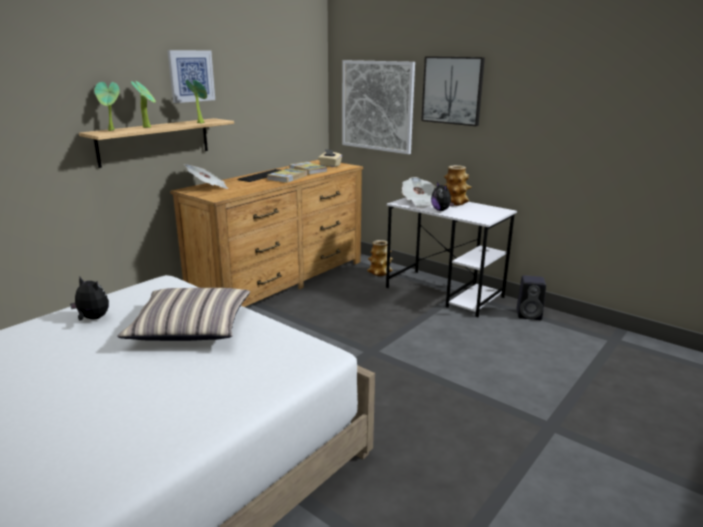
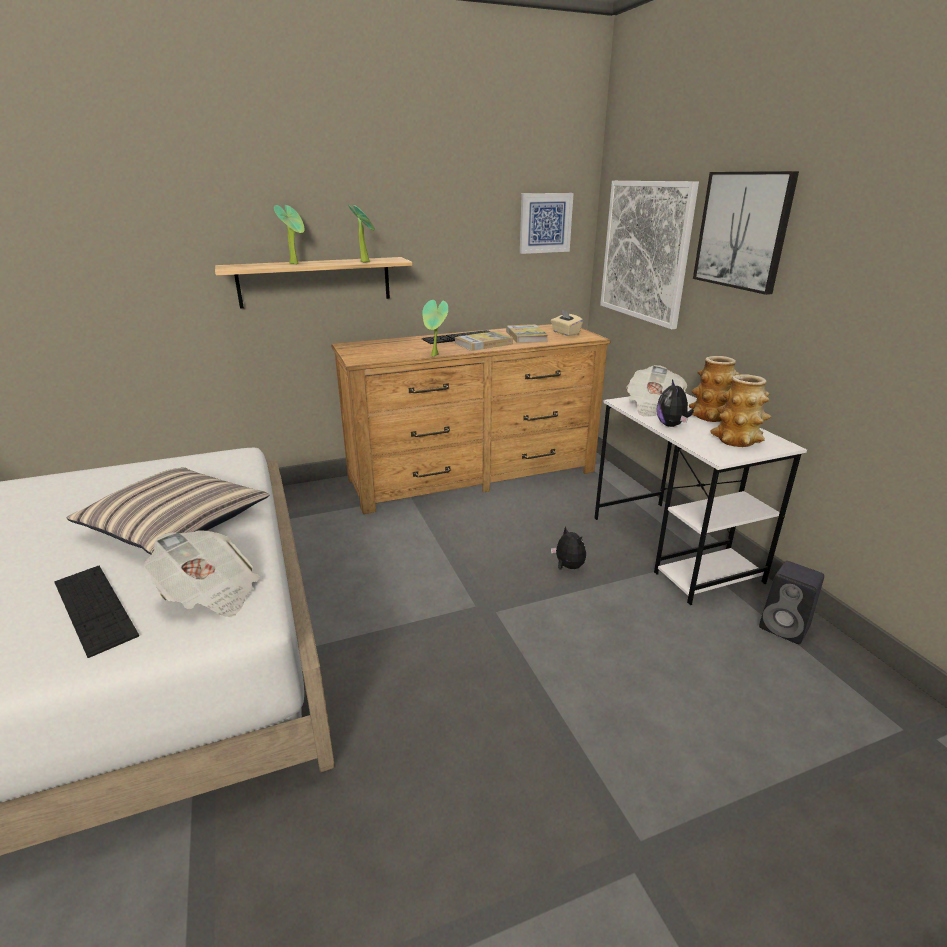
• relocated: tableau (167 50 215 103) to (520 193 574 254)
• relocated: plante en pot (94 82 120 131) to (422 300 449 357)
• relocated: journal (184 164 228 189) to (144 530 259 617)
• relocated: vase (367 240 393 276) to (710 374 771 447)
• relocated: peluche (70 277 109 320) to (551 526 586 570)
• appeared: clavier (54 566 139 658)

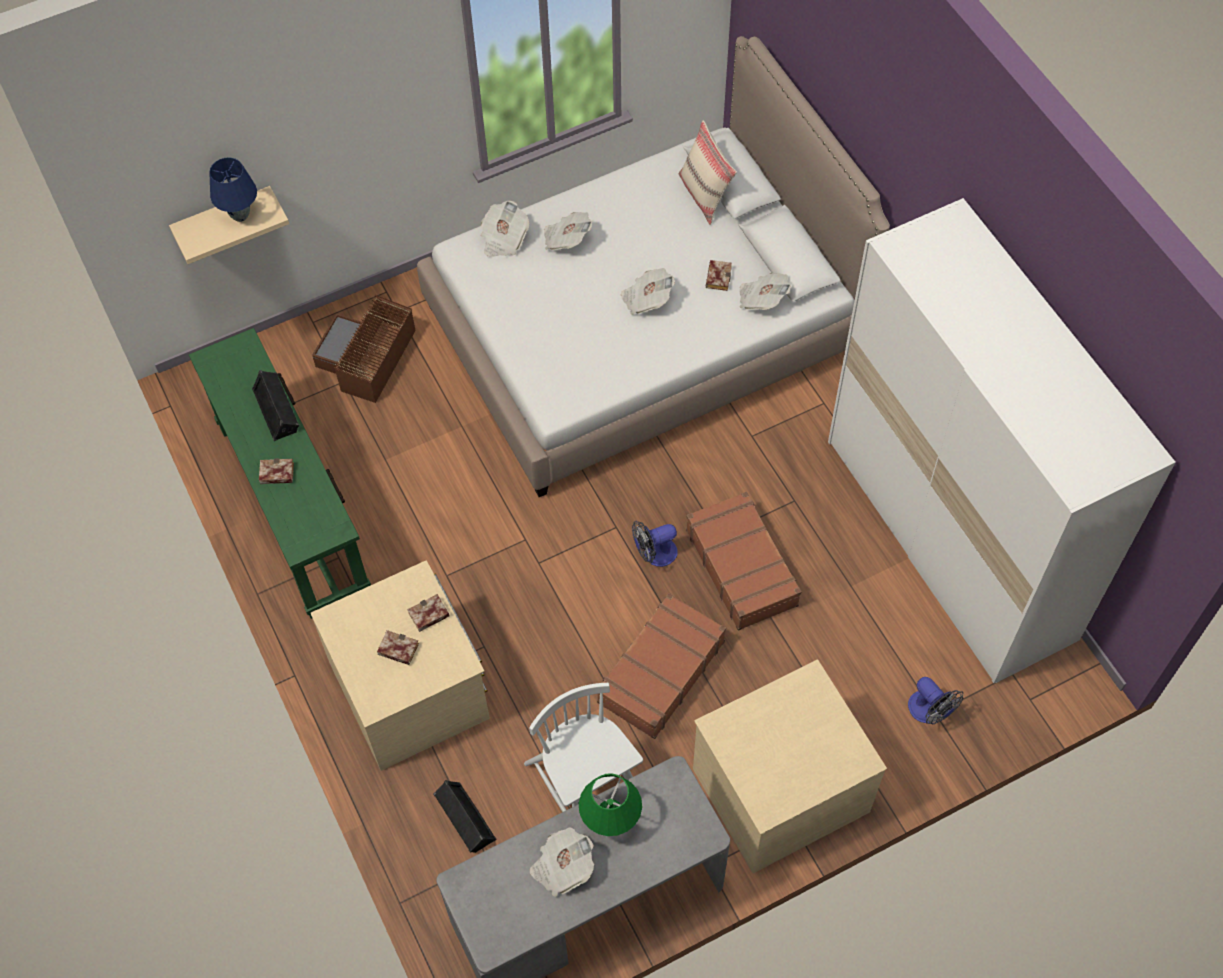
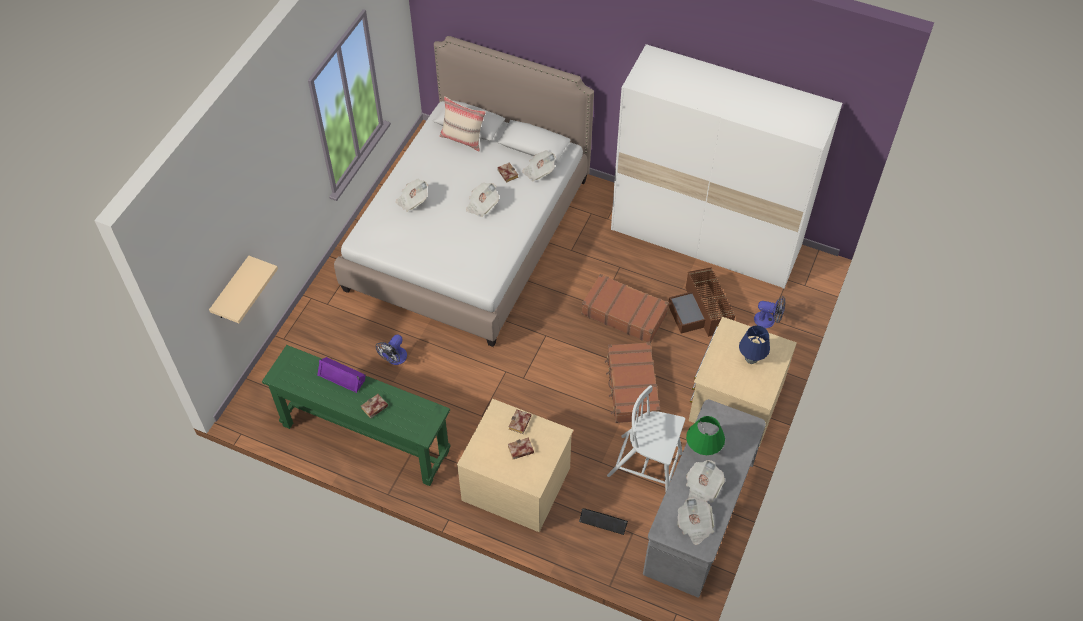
• relocated: lampe de table/bleu (209 158 257 222) to (739 325 770 364)
• relocated: journal (481 201 529 257) to (677 497 714 545)
• relocated: boîte de rangement/marron (312 295 416 403) to (668 267 735 337)
• colour: enceinte/noir (252 370 299 441) to enceinte/violet (317 357 366 393)
• relocated: ventilateur (632 521 678 567) to (376 335 407 365)

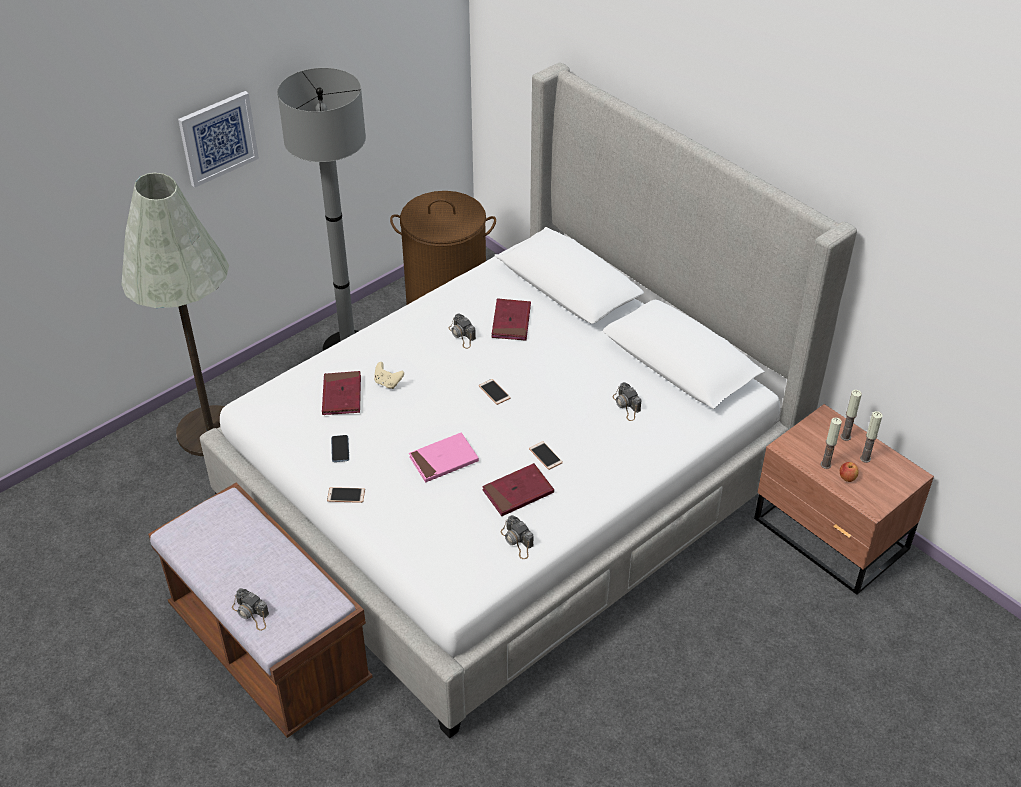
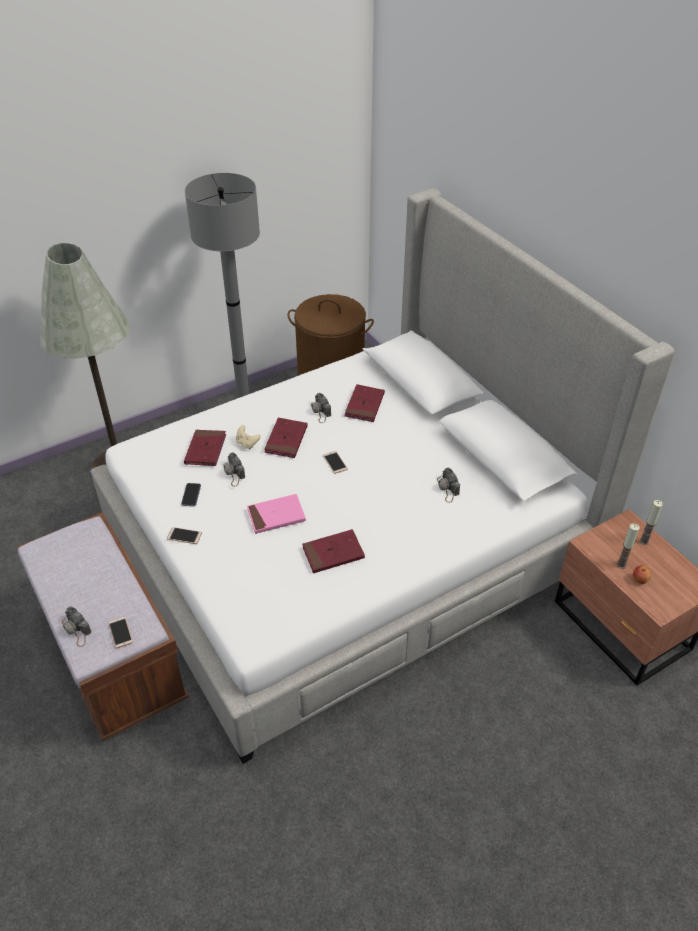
• missing: tableau (178 91 259 188)
• missing: bougie (860 411 883 463)
• relocated: téléphone (529 441 563 470) to (108 617 133 648)
• relocated: appareil photo (501 515 534 559) to (223 452 245 487)
• appeared: livre/rouge (264 418 308 458)

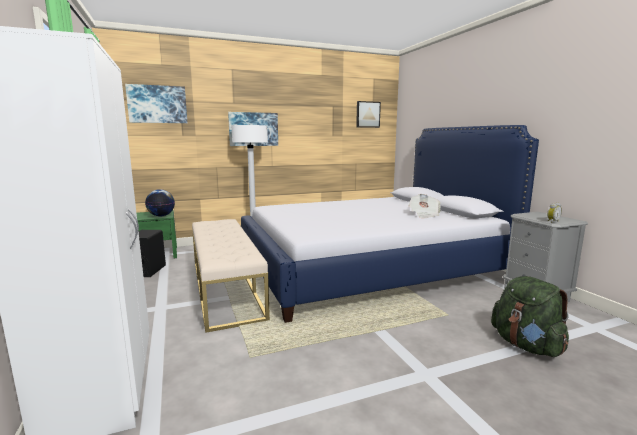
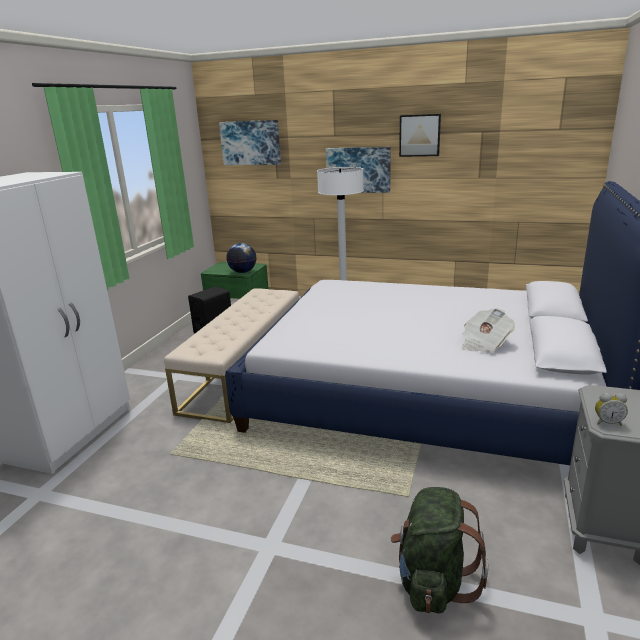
• relocated: tableau (356 101 381 128) to (399 114 441 157)

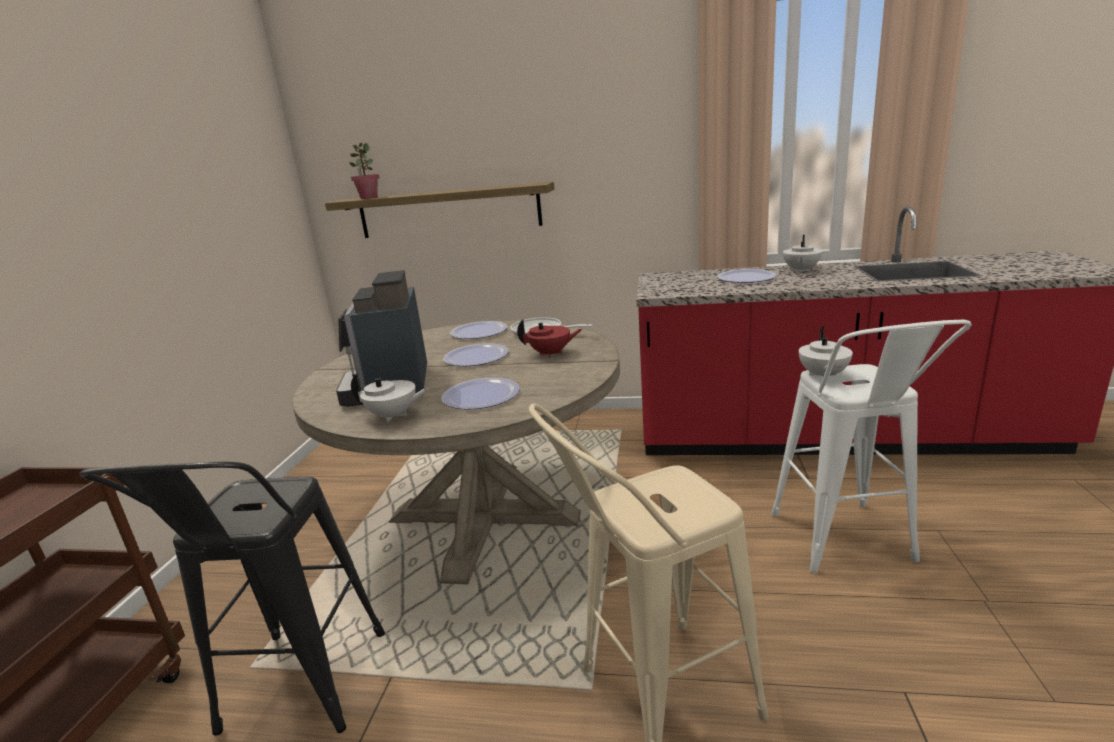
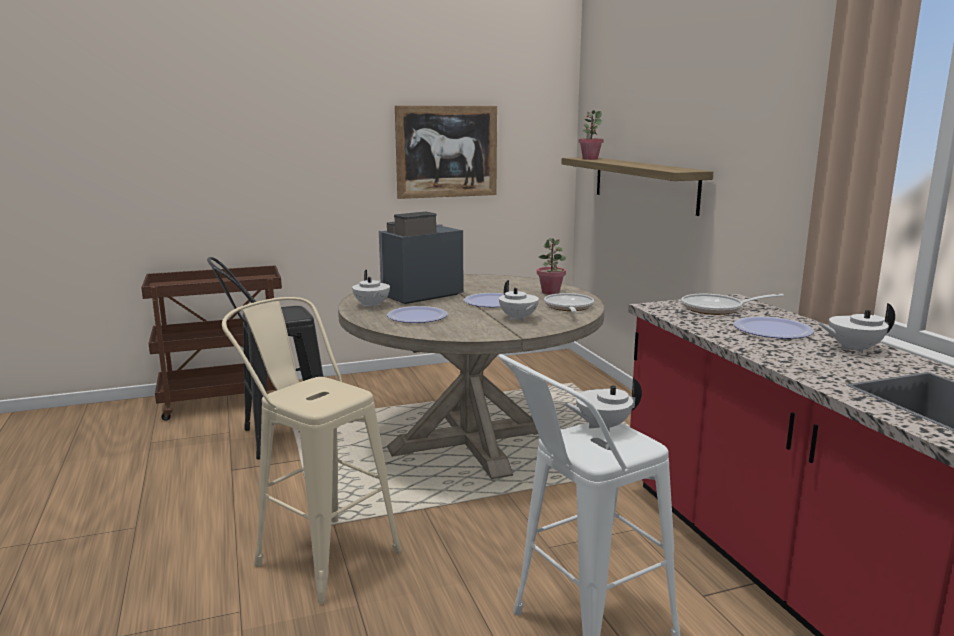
• colour: théière/rouge (517 319 582 358) to théière/blanc (499 280 539 321)
• exchanged: assiette (450 321 508 339) to plante en pot (537 238 566 295)
• appeared: tableau (395 106 497 199)
• appeared: poêle (681 294 784 315)

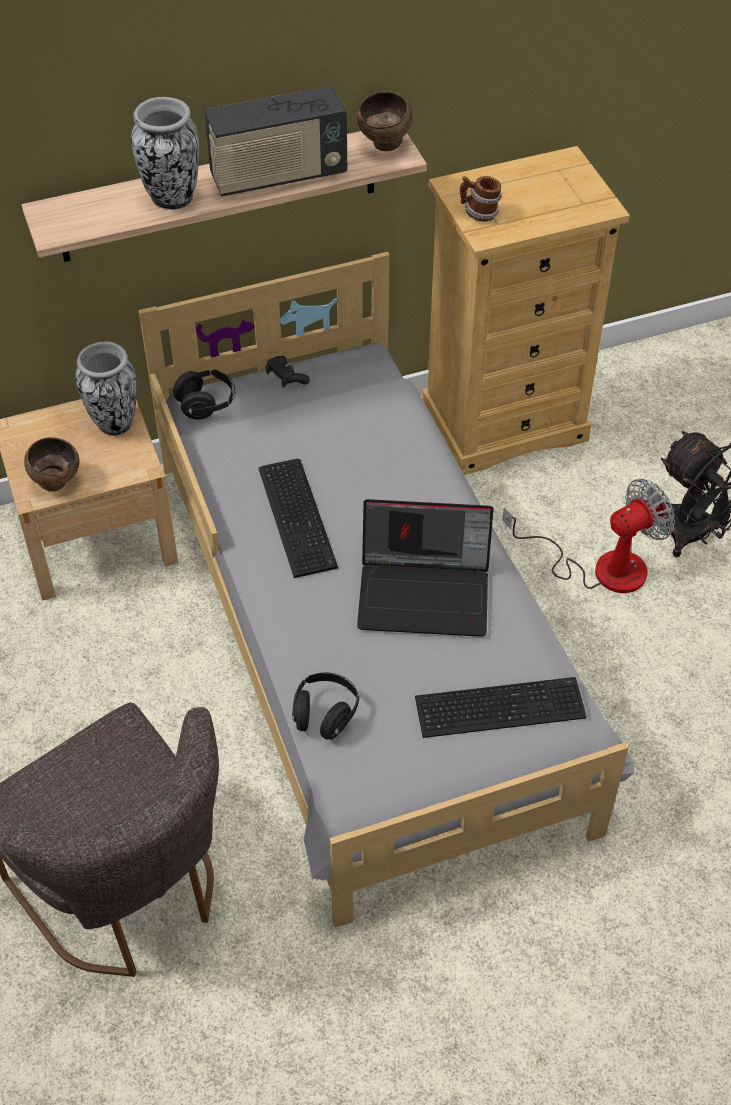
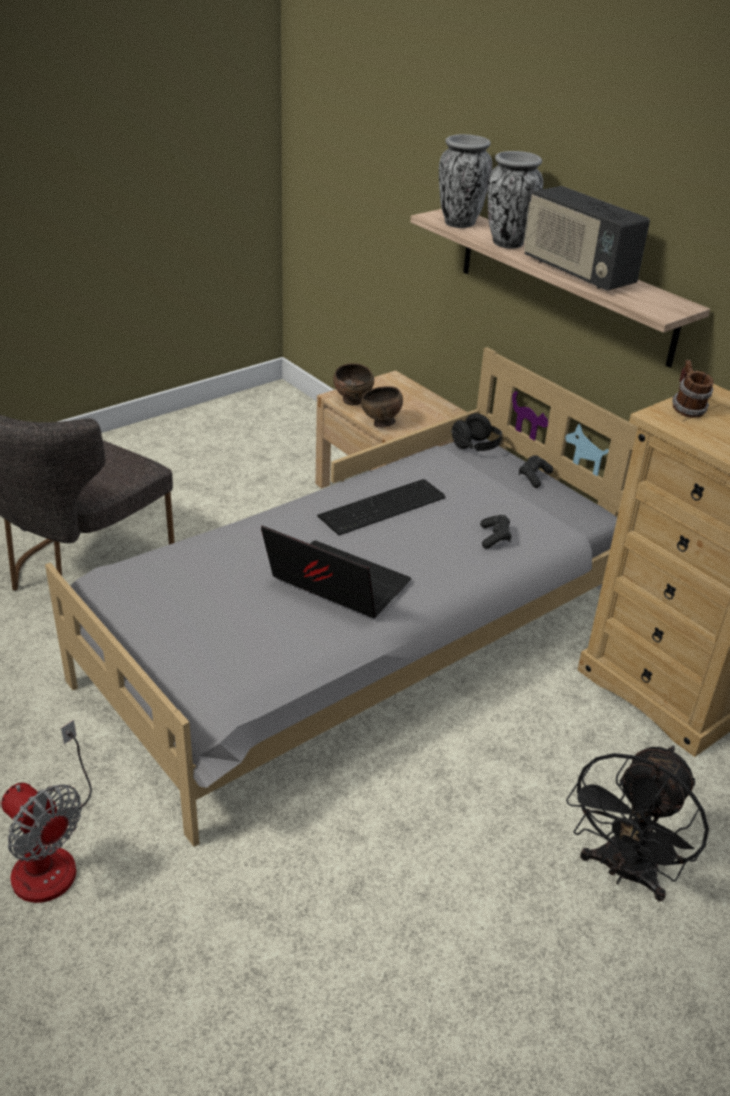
• relocated: bol/marron (357 91 413 151) to (361 386 403 428)
• relocated: vase (75 341 137 436) to (439 134 492 228)
• relocated: ventilateur (502 479 675 593) to (1 720 92 903)
• spun: ordinateur portable (357 499 494 637) = (261 526 411 618) 135 degrees clockwise
• missing: casque audio/noir (292 672 359 740)
• missing: clavier (415 677 586 738)
• appeared: manette/noir (480 515 512 549)

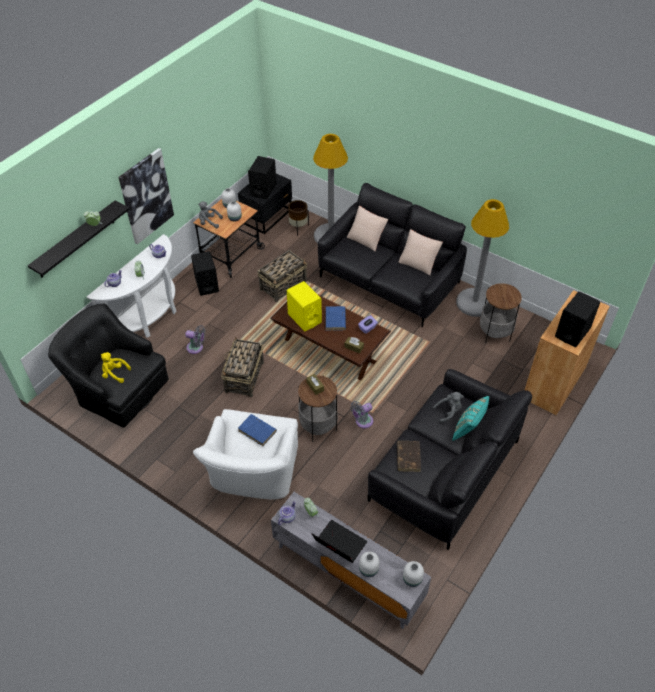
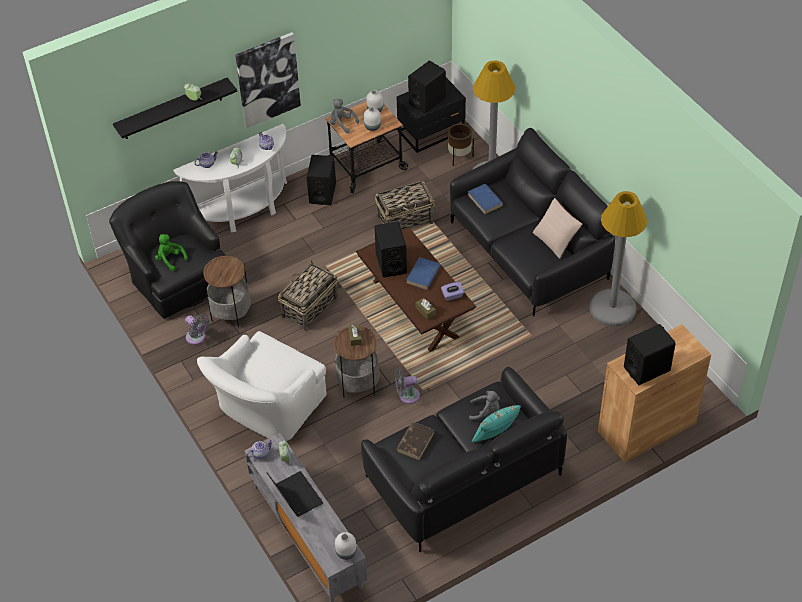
• missing: coussin/beige (347 206 388 251)
• colour: enceinte/jaune (287 281 322 331) to enceinte/noir (375 221 407 277)
• relocated: table d'appoint (480 283 522 343) to (203 256 251 329)
• relocated: ventilateur/gris (185 325 206 354) to (185 314 210 345)
• colour: peluche/jaune (101 352 131 383) to peluche/vert (155 234 188 271)
• relocated: livre/bleu (238 414 277 446) to (468 184 503 214)
• missing: vase/blanc (359 552 380 577)

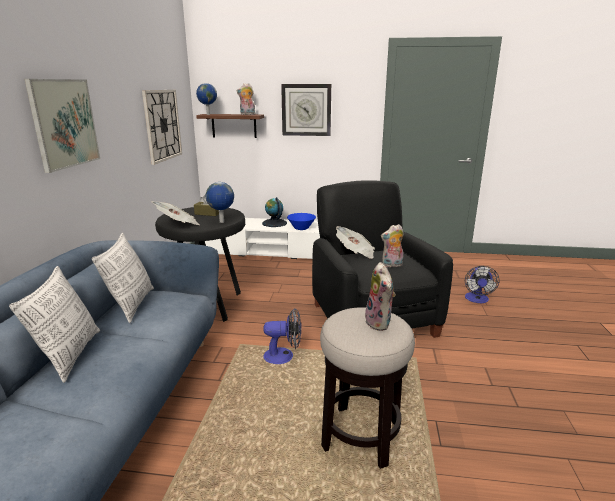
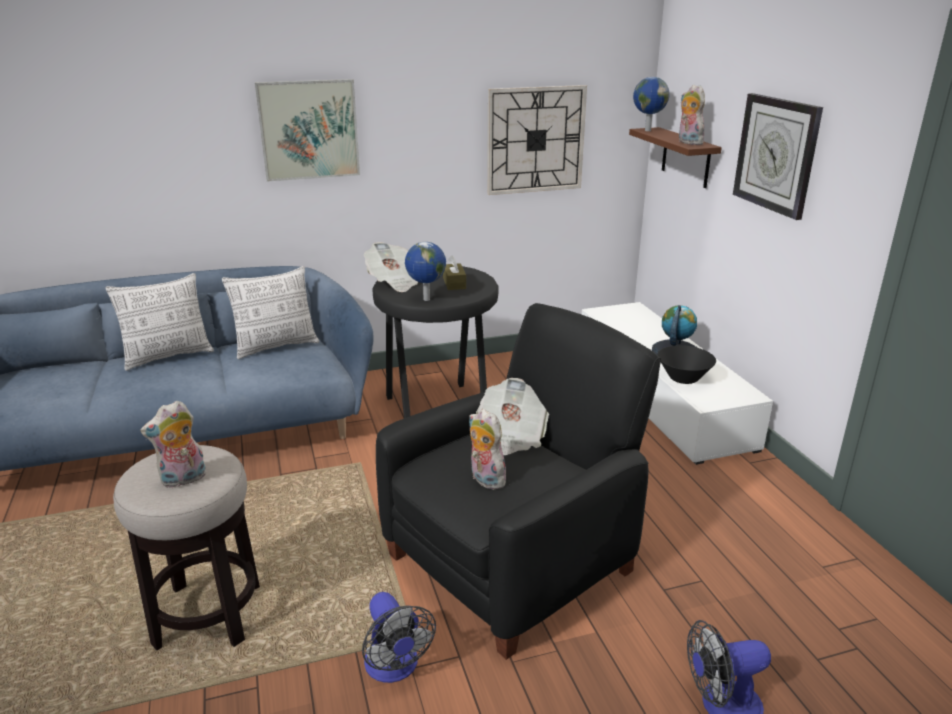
• colour: bol/bleu (287 213 316 230) to bol/noir (658 345 716 384)
• relocated: ventilateur (263 309 301 364) to (362 592 436 683)

